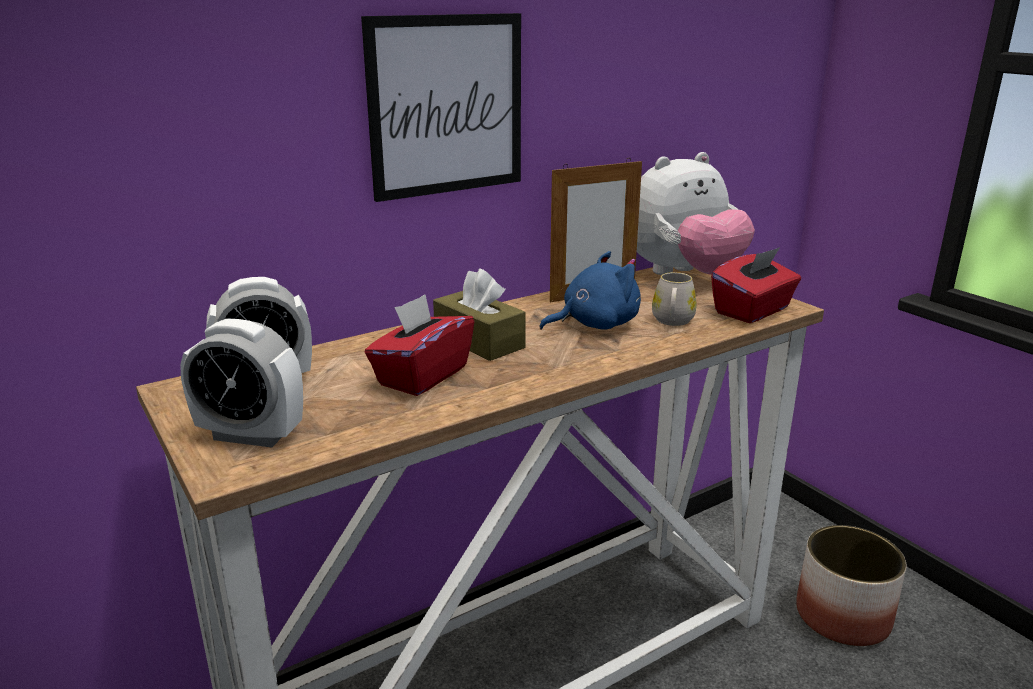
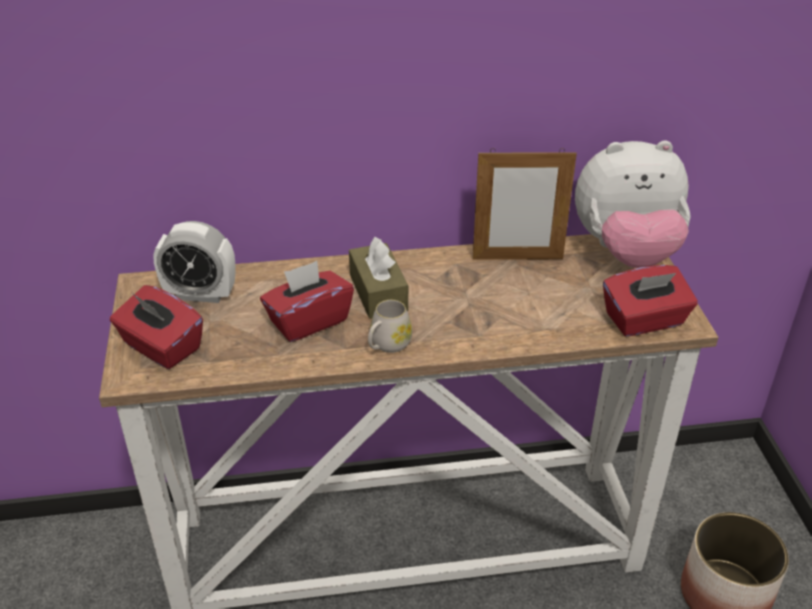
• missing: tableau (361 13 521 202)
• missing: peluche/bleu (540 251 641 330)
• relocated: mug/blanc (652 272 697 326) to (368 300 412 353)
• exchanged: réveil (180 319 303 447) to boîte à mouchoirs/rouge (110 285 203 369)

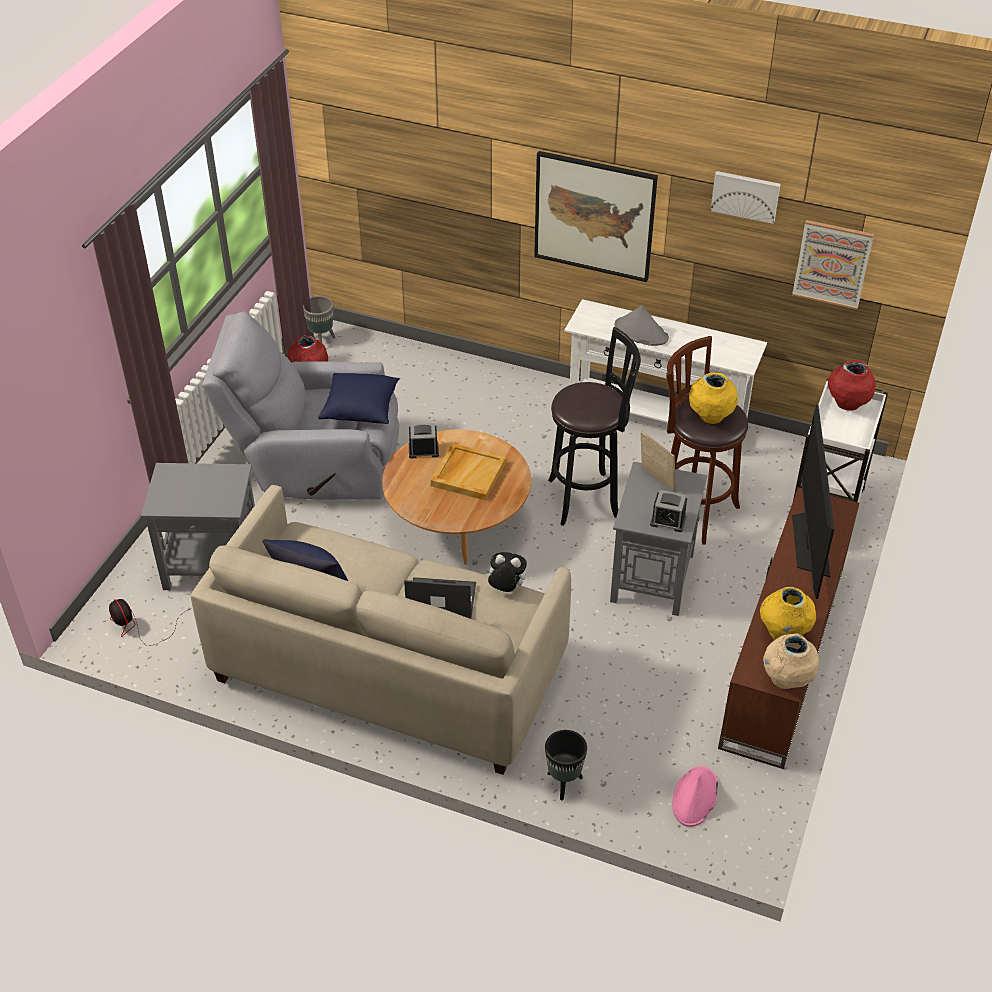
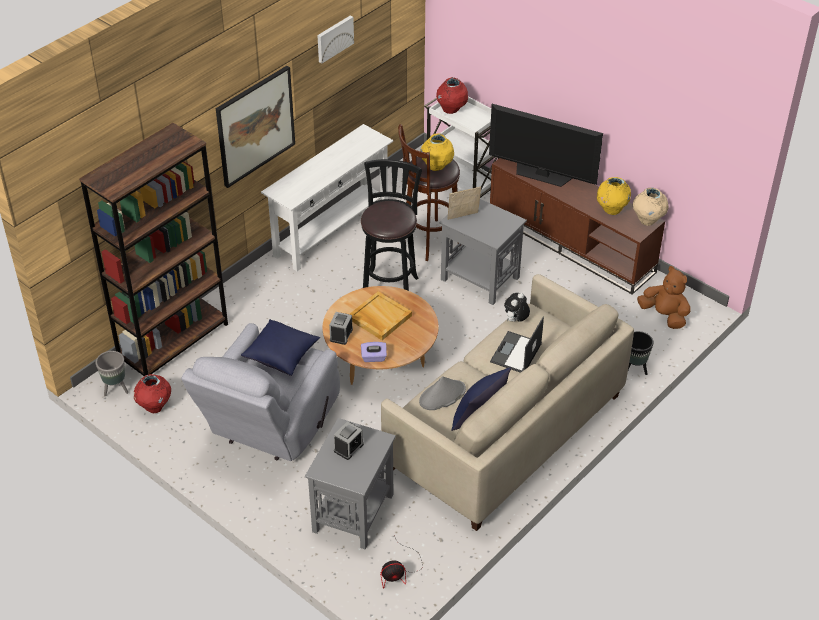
• missing: tableau (792 220 874 310)
• relocated: chapeau/gris (615 306 669 346) to (419 376 466 410)
• relocated: réveil (650 490 687 532) to (334 421 364 460)
• exchanged: chapeau/rose (672 766 718 827) to peluche/marron (637 266 691 329)
• appeared: bibliothèque/marron (79 123 228 376)
• appeared: boîte à mouchoirs/violet (361 342 387 362)

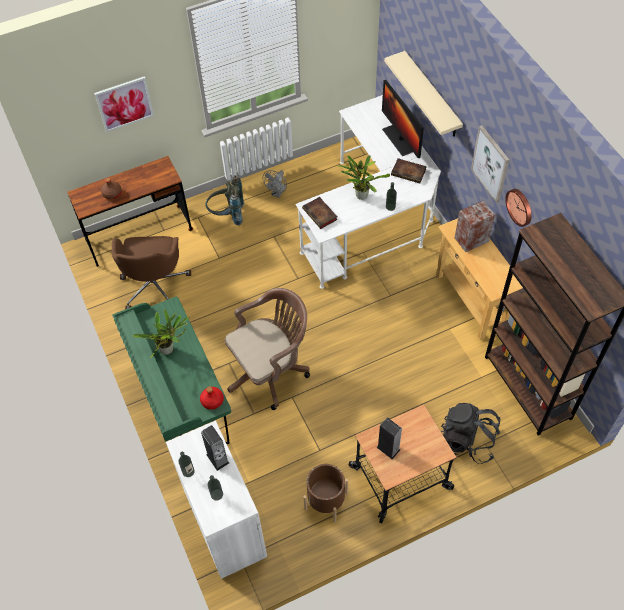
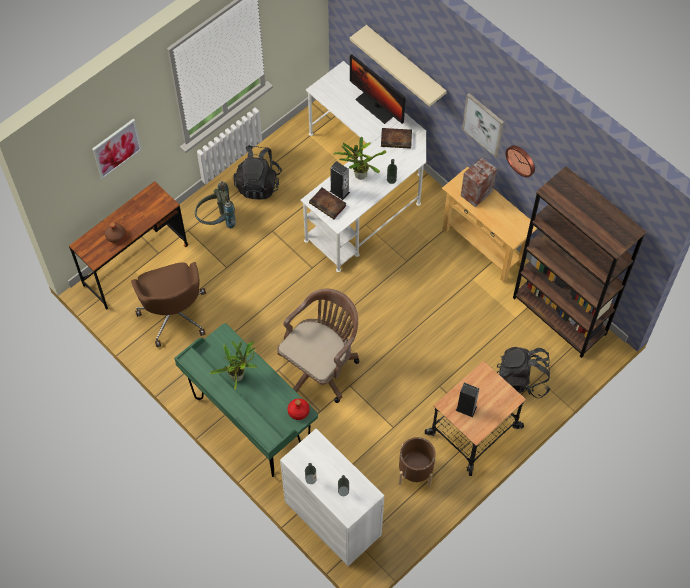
• exchanged: ventilateur/gris (263 170 287 198) to sac à dos/noir (233 145 282 200)
• relocated: enceinte (201 425 229 471) to (330 161 350 200)

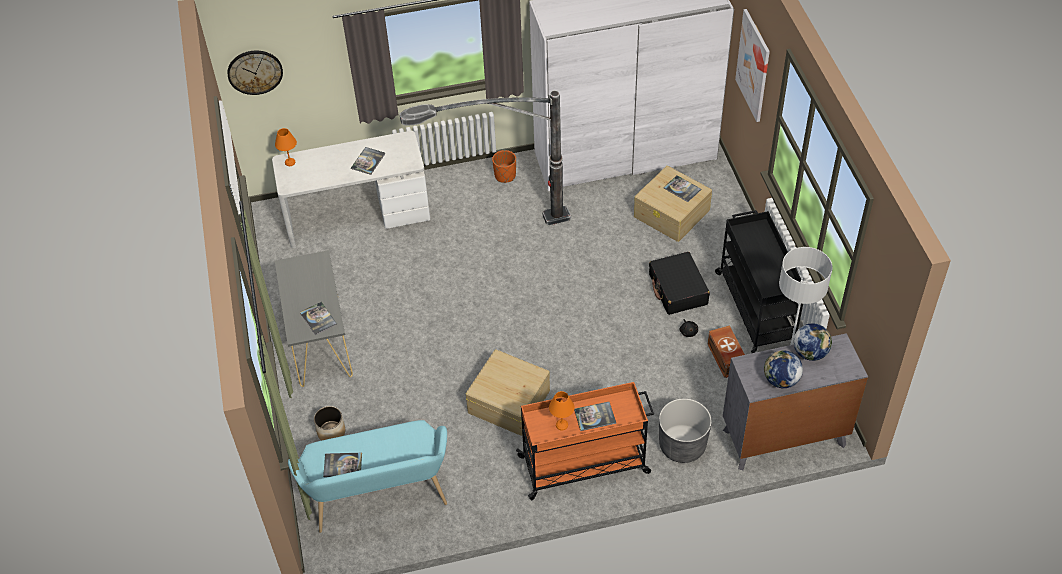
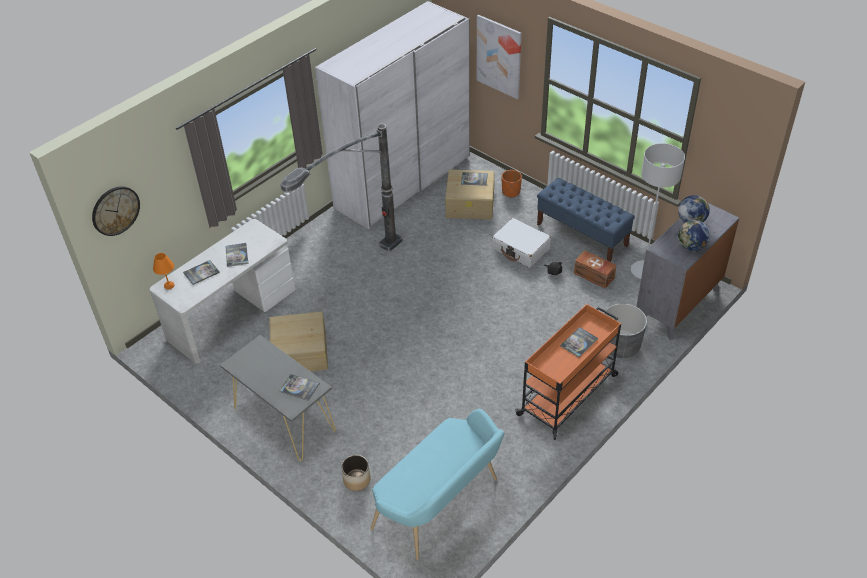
• relocated: cache-pot/orange (492 150 516 183) to (501 170 522 198)
• exchanged: chariot/noir (715 210 803 353) to banc/bleu (537 178 635 262)
• colour: valise/noir (649 252 710 315) to valise/blanc (492 218 551 268)
• relocated: boîte de rangement/beige (466 349 550 436) to (270 311 328 371)
• missing: lampe de table/orange (549 391 575 430)
• relocated: livre (323 453 362 477) to (183 260 220 285)

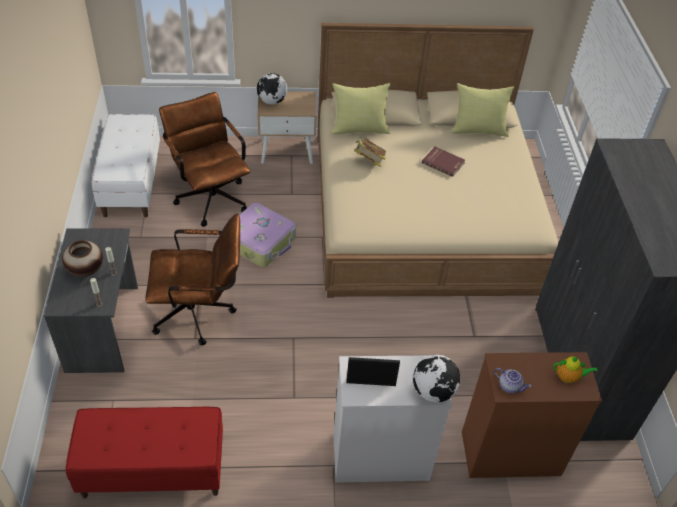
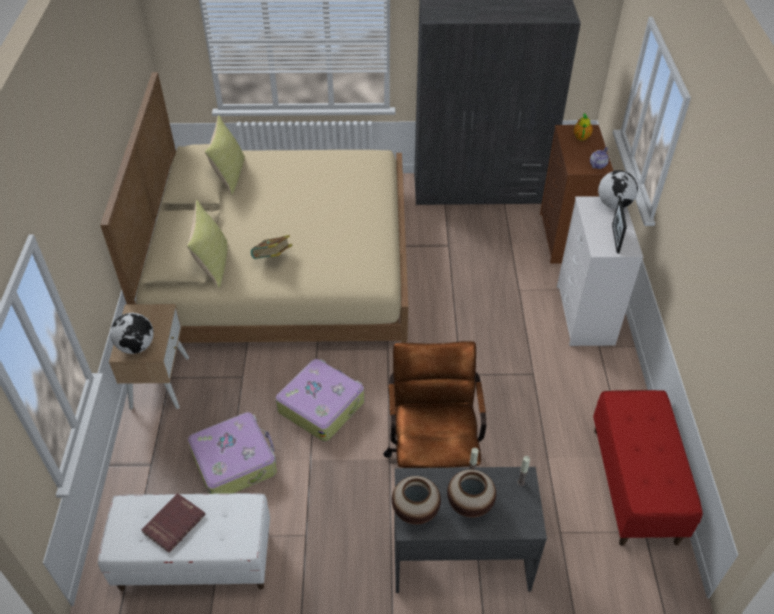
• exchanged: chaise de bureau/marron (159 92 250 227) to valise (188 412 277 494)
• relocated: livre/rouge (422 147 465 177) to (141 493 206 553)
• appeared: vase (392 476 441 525)

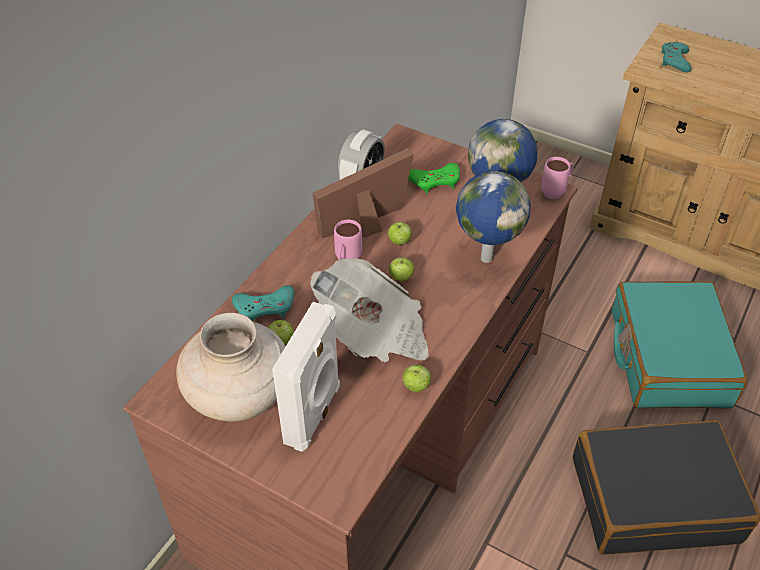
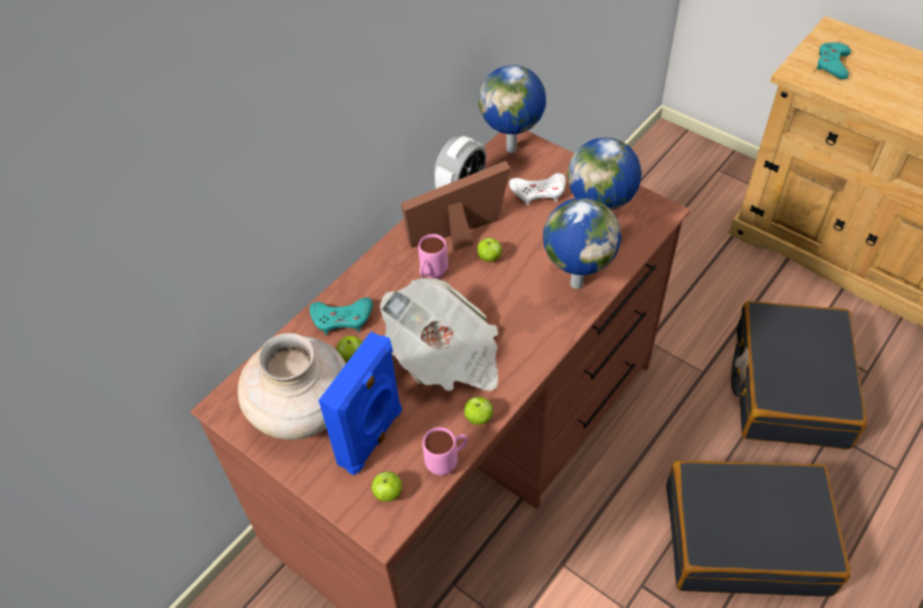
• relocated: mug/rose (541 157 574 199) to (422 427 468 476)
• colour: manette/vert (408 163 460 193) to manette/blanc (509 173 566 205)
• relocated: pomme (389 257 414 281) to (371 471 402 502)
• colour: valise/turquoise (612 281 748 409) to valise/noir (731 301 867 449)
• colour: enceinte/blanc (272 302 340 452) to enceinte/bleu (318 332 402 475)
• appeared: globe (479 65 546 153)

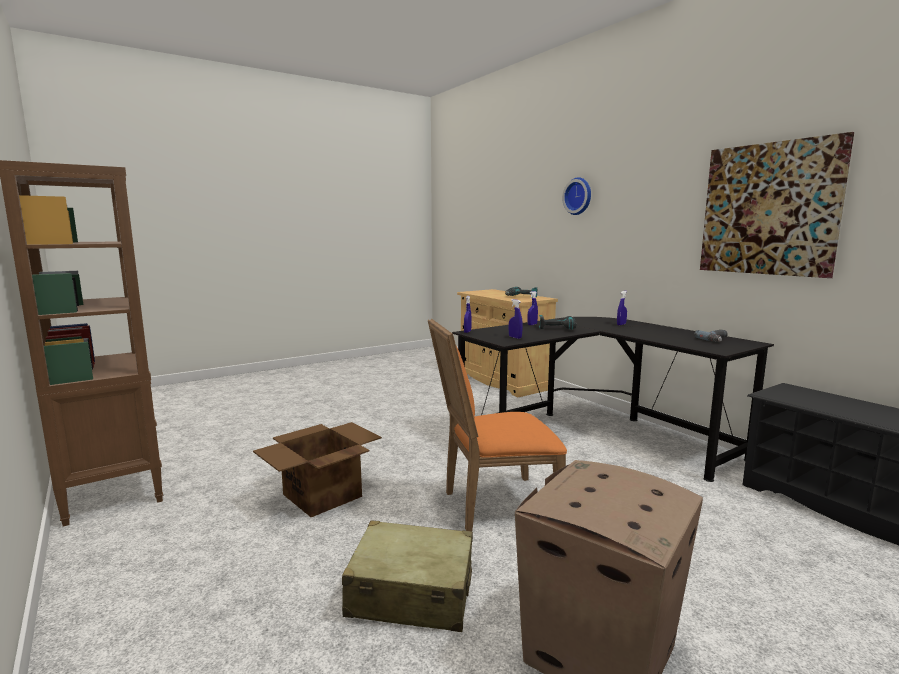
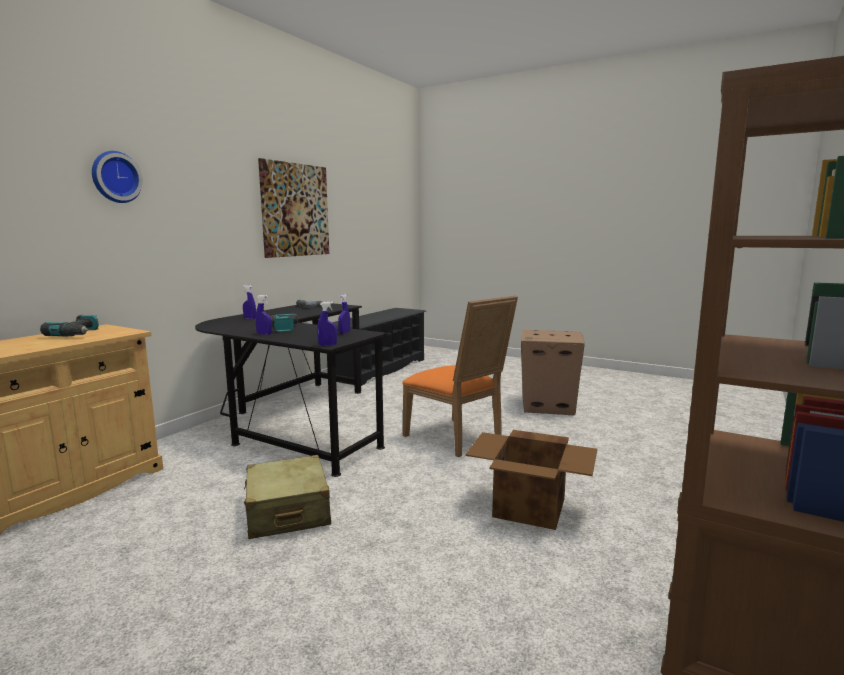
• relocated: valise/beige (342 520 473 632) to (244 455 331 539)

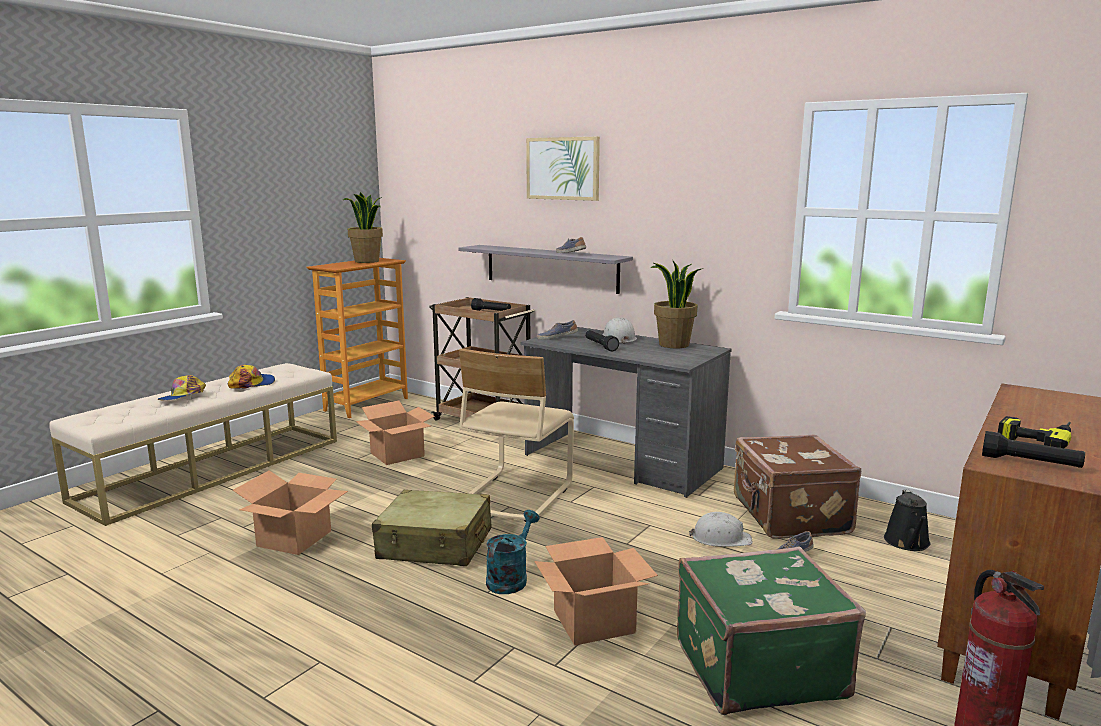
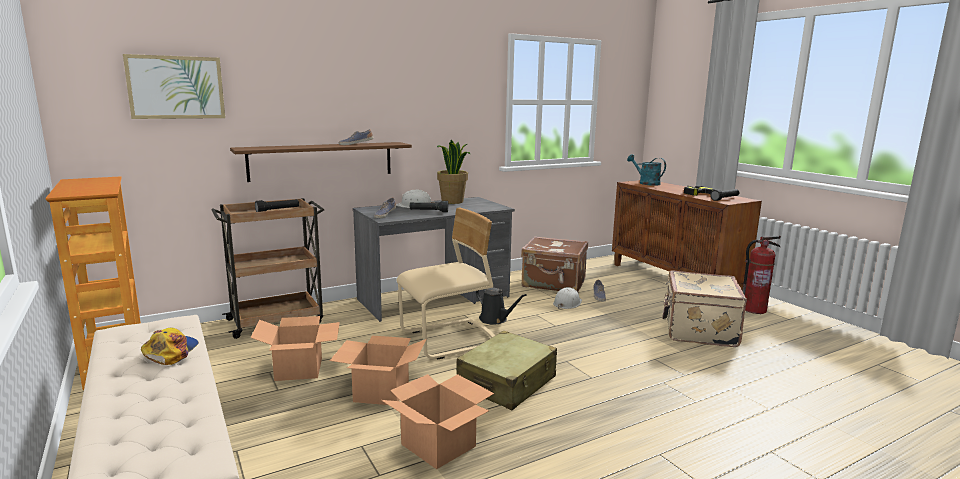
• relocated: tableau (526 137 600 201) to (123 54 225 119)
• missing: plante en pot (343 192 383 263)
• colour: étagère/gris (458 245 633 294) to étagère/marron (230 142 412 182)
• spun: chaise/beige (459 349 574 522) = (396 208 496 359) 75 degrees counterclockwise
• missing: casquette (158 375 206 400)
• relocated: arrosoir/noir (884 490 931 551) to (476 287 527 324)
• relocated: arrosoir/turquoise (486 510 540 594) to (627 154 666 186)
• relocated: carton (534 537 658 645) to (330 336 427 405)
• colour: valise/vert (677 546 866 715) to valise/beige (662 270 747 347)

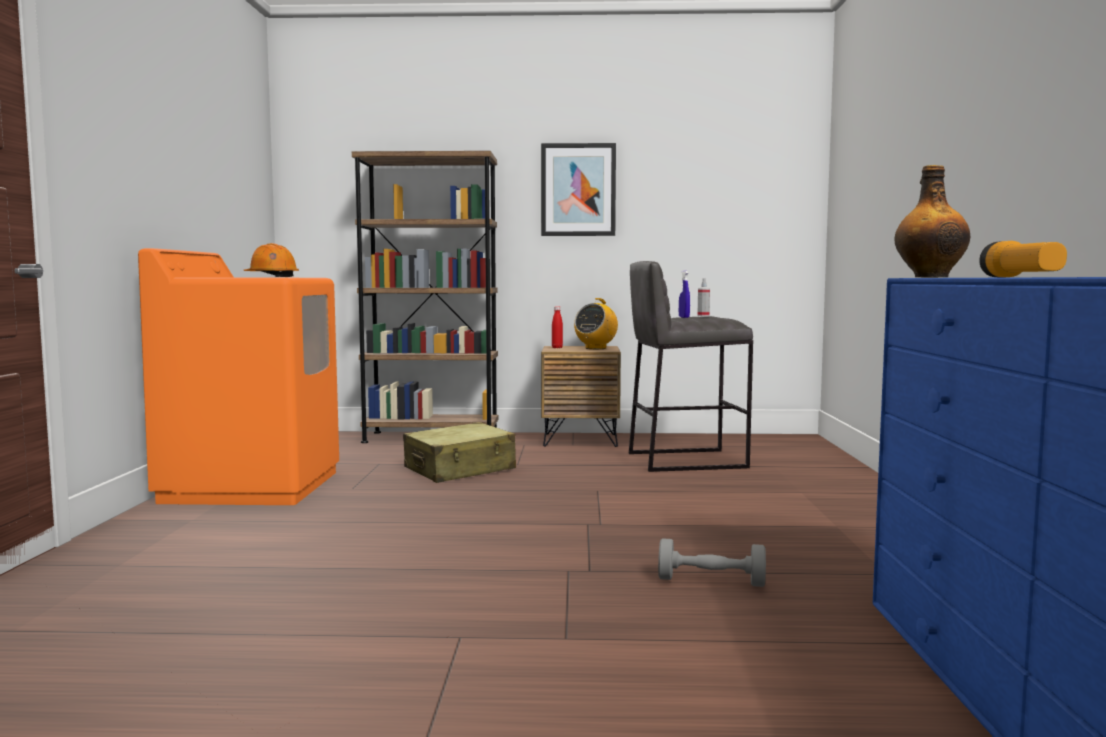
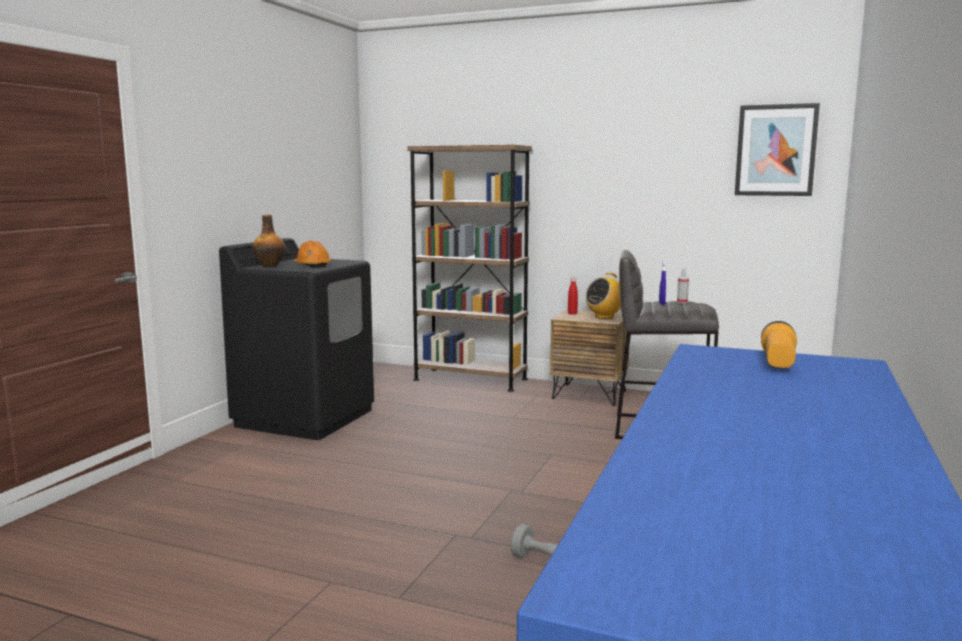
• relocated: tableau (541 143 616 236) to (735 103 820 196)
• relocated: bouteille (895 165 970 277) to (252 215 286 268)
• colour: lave-linge/orange (138 248 339 505) to lave-linge/noir (219 238 374 440)
• missing: valise/beige (403 422 516 483)

